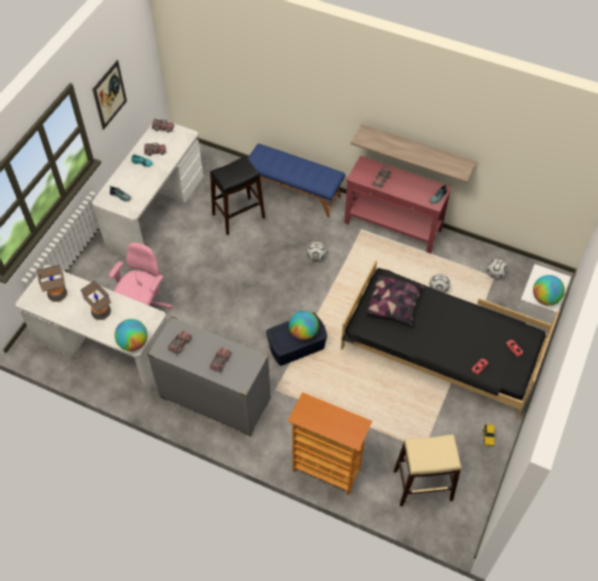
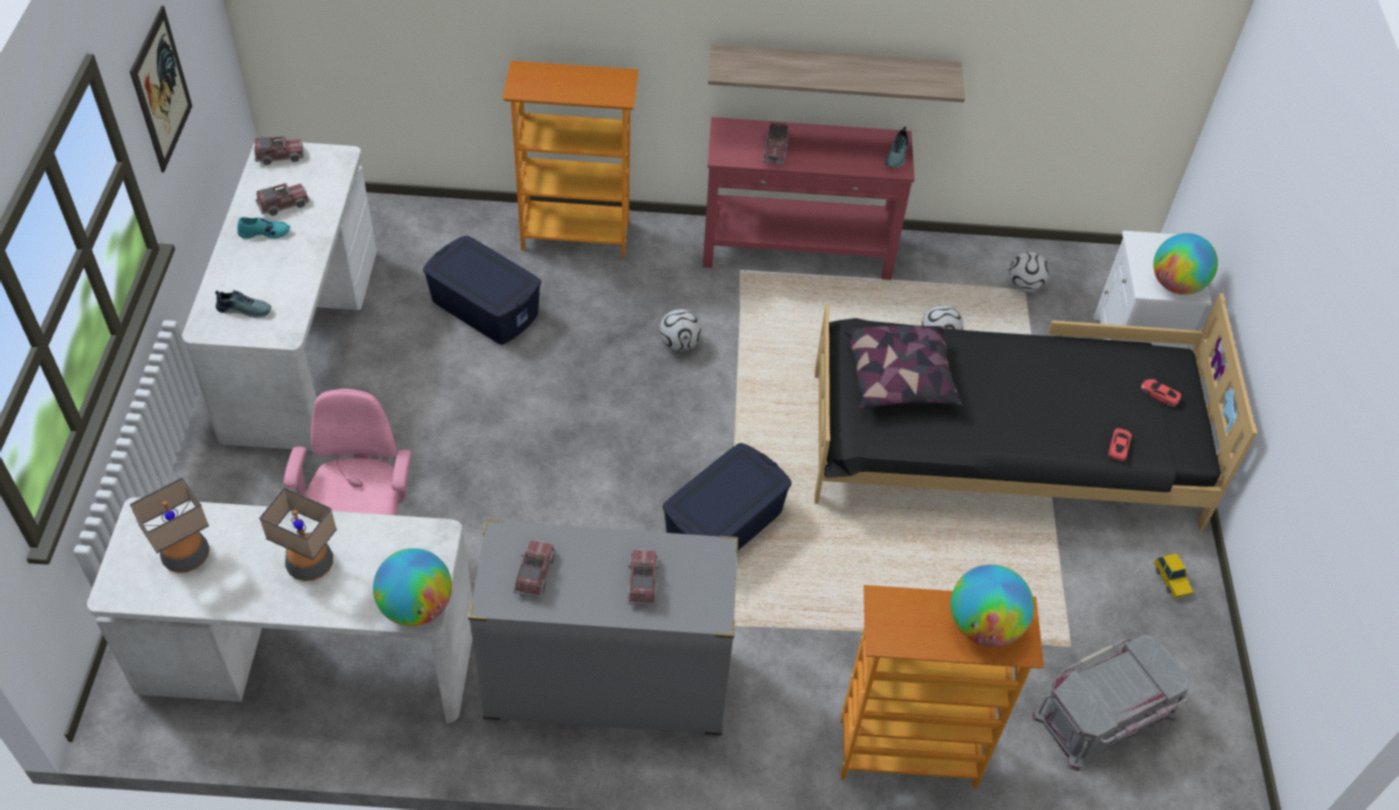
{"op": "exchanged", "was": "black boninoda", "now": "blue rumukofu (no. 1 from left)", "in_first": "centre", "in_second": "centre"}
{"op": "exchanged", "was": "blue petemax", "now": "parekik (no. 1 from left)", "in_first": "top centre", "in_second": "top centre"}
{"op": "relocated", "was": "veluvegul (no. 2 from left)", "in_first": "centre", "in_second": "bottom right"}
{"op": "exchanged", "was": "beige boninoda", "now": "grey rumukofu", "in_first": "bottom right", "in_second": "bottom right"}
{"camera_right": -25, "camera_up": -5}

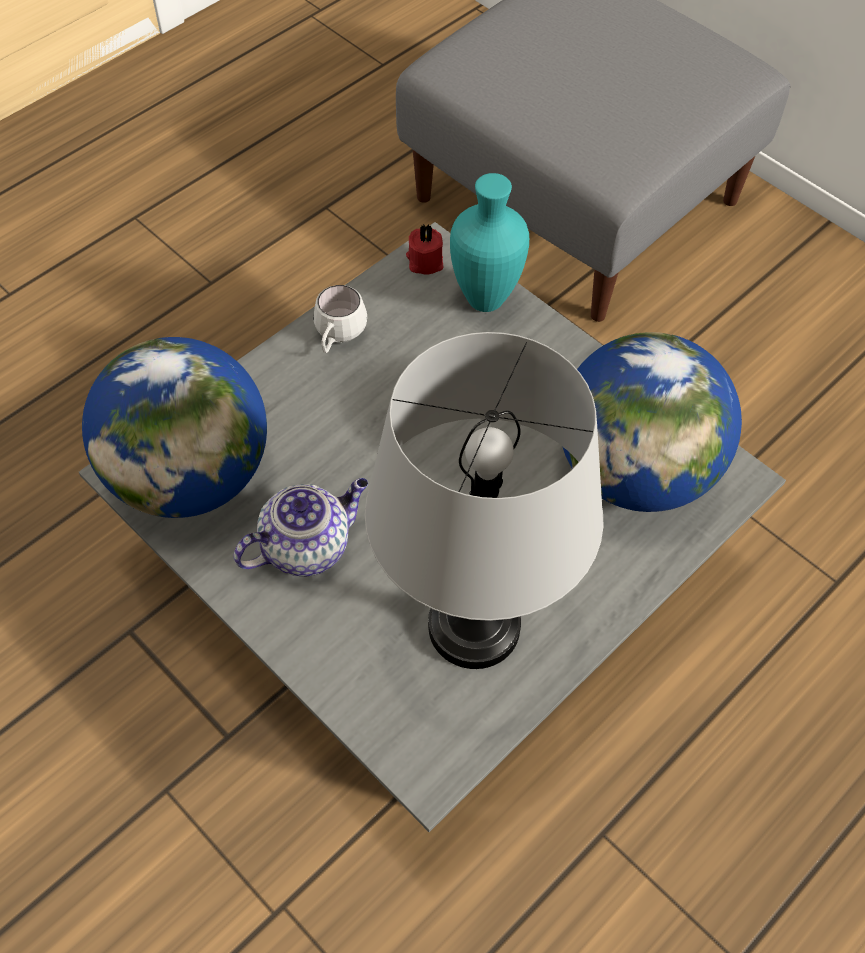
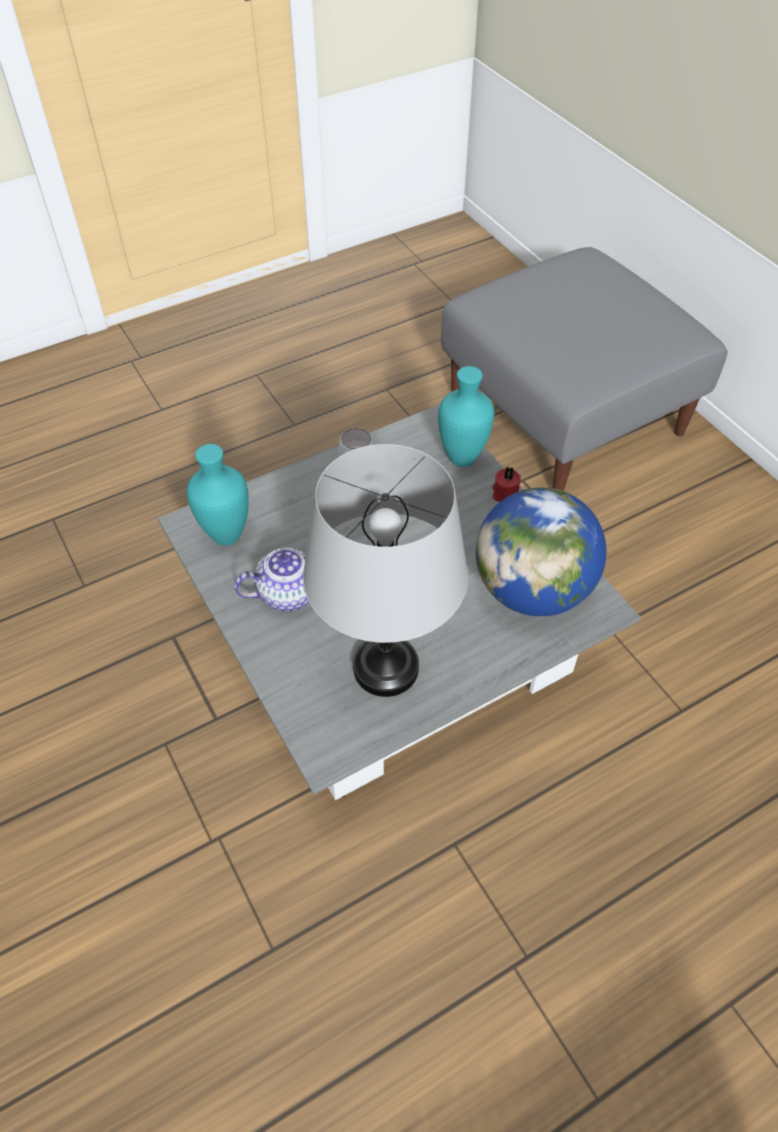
{"op": "exchanged", "was": "veluvegul (no. 1 from left)", "now": "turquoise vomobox (no. 1 from left)", "in_first": "middle left", "in_second": "middle left"}
{"op": "relocated", "was": "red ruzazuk", "in_first": "top centre", "in_second": "centre"}
{"camera_right": 15, "camera_up": -5}

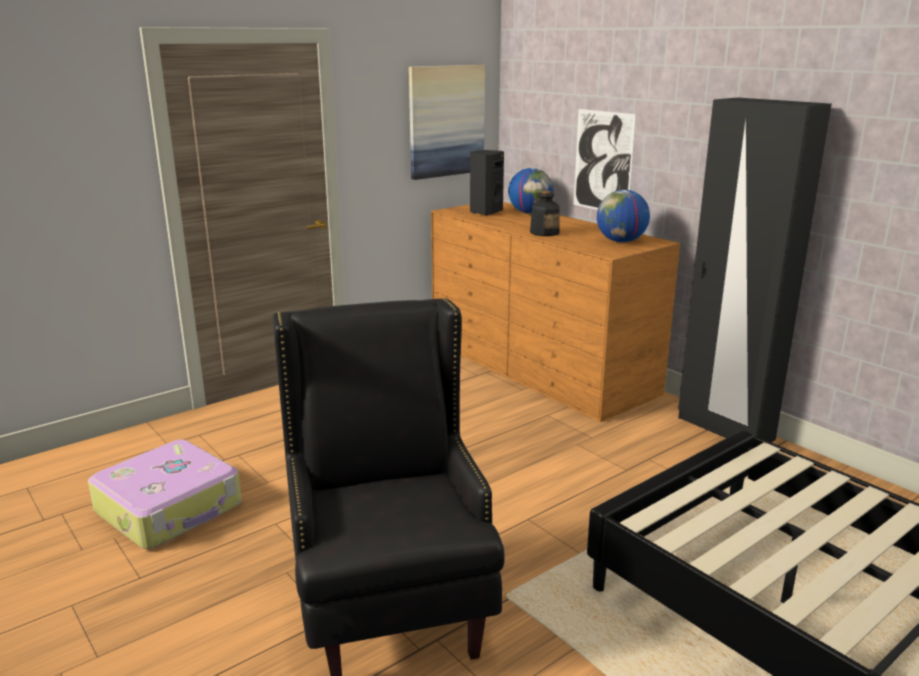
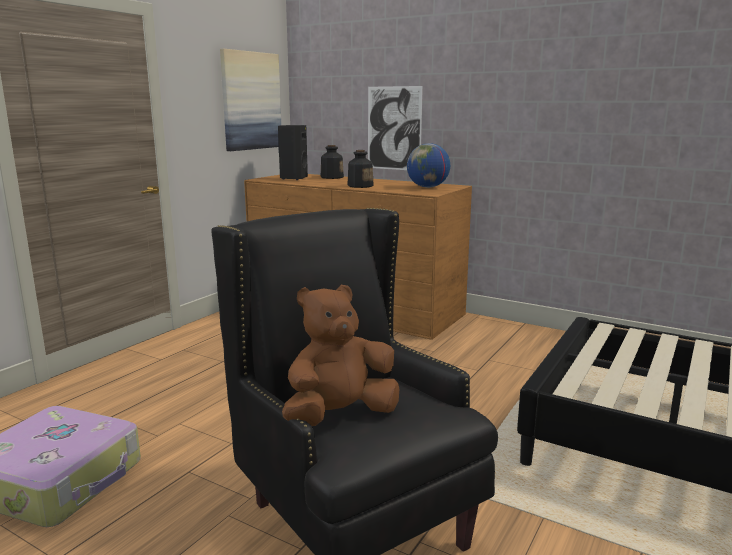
{"op": "appeared", "now": "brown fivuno", "in_second": "centre"}
{"op": "exchanged", "was": "veluvegul (no. 1 from left)", "now": "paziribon (no. 1 from left)", "in_first": "top centre", "in_second": "top centre"}
{"op": "missing", "was": "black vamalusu", "in_first": "middle right"}
{"camera_right": -20, "camera_up": -5}

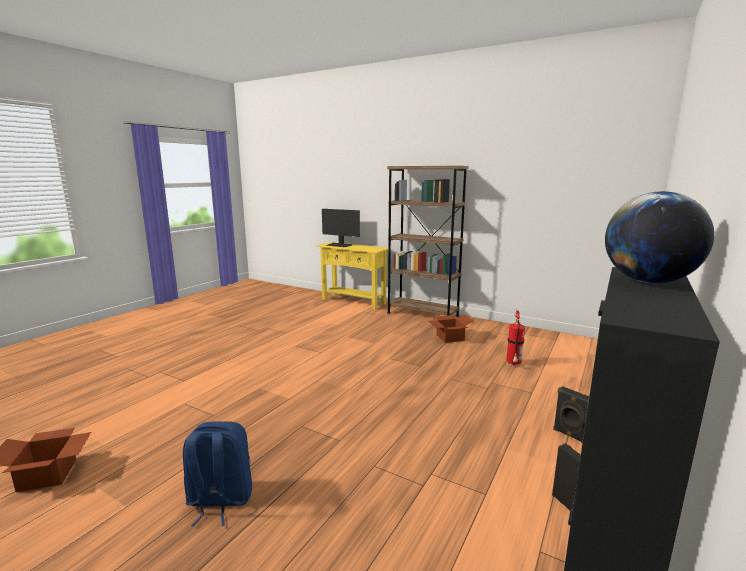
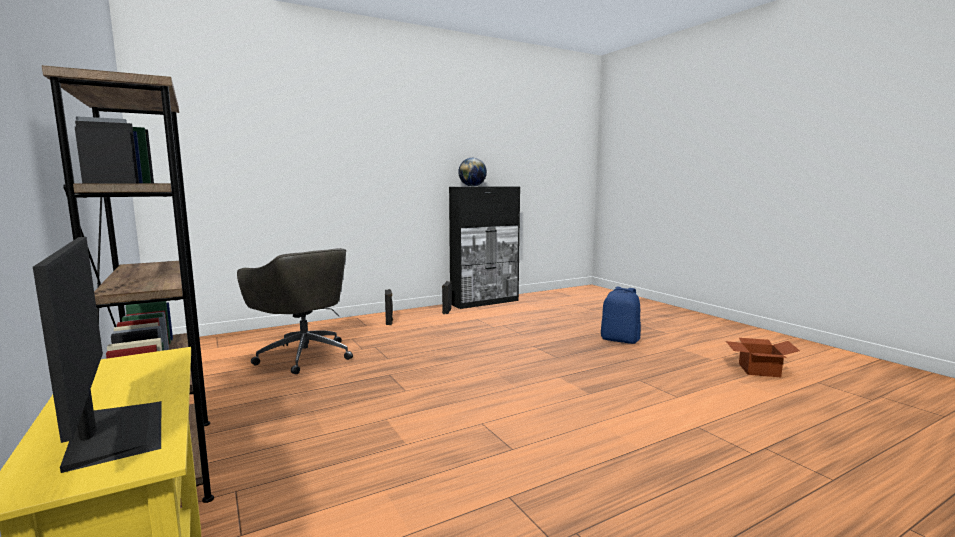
{"op": "exchanged", "was": "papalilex", "now": "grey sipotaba", "in_first": "middle right", "in_second": "middle left"}
{"op": "missing", "was": "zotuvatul (no. 2 from left)", "in_first": "centre"}
{"camera_right": -150, "camera_up": -5}

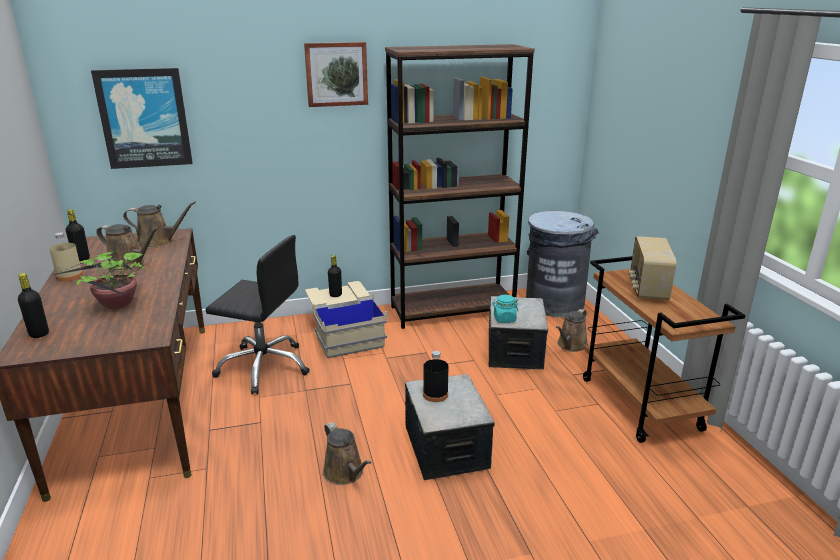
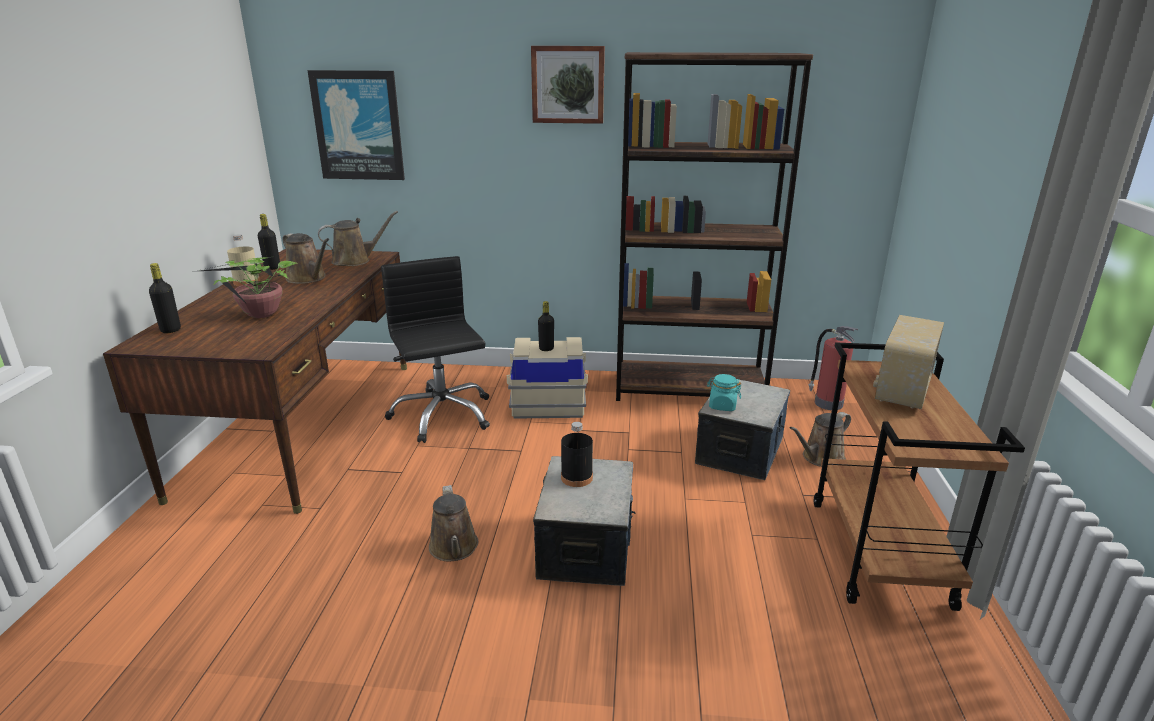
{"op": "spun", "was": "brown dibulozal (no. 2 from left)", "in_first": "middle left", "in_second": "top left", "clockwise": -45}
{"op": "spun", "was": "black sipotaba", "in_first": "middle left", "in_second": "centre", "clockwise": -150}
{"op": "exchanged", "was": "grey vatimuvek", "now": "papalilex", "in_first": "middle right", "in_second": "middle right"}
{"camera_right": 20, "camera_up": 0}

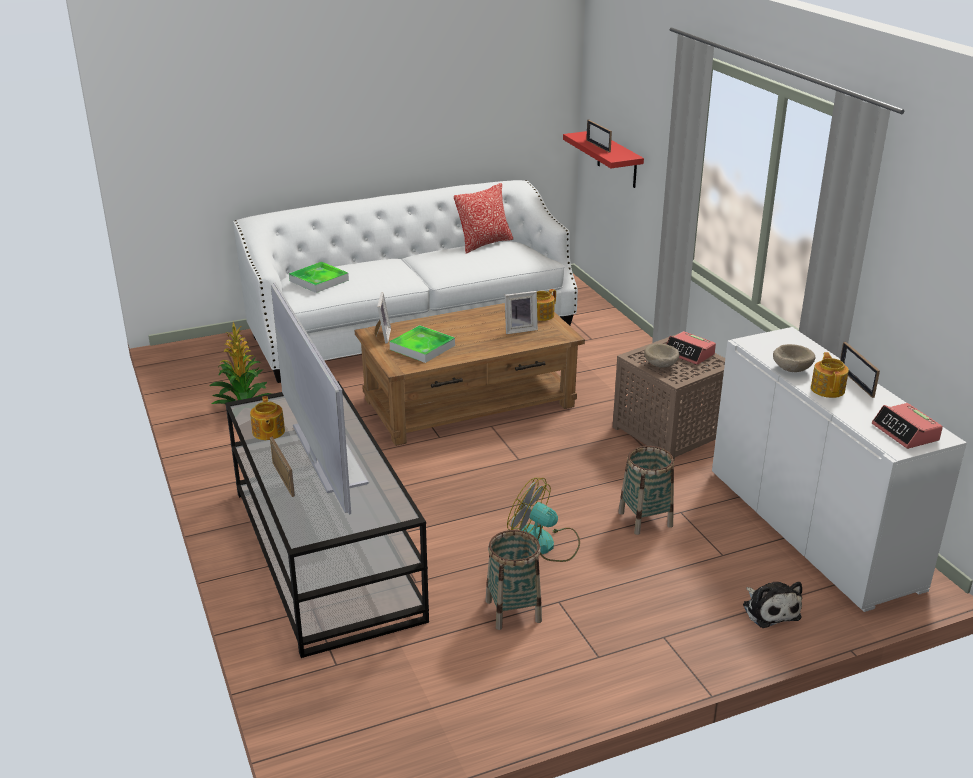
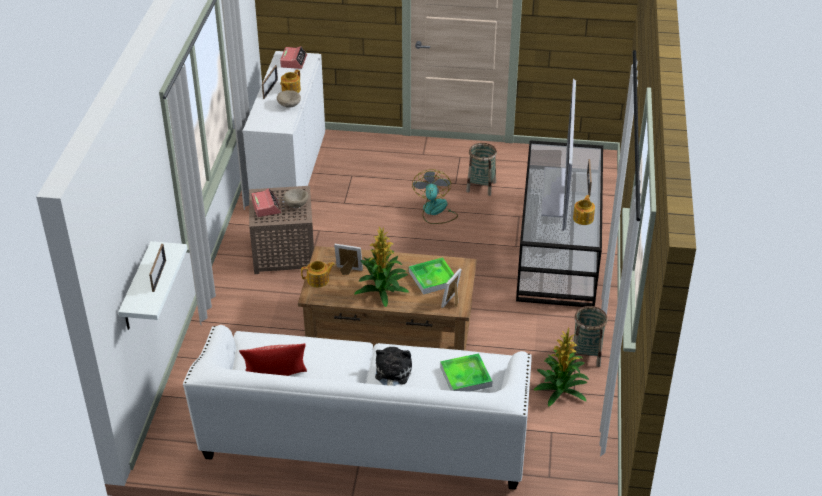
{"op": "colour", "was": "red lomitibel", "now": "white lomitibel", "in_first": "top centre", "in_second": "middle left"}
{"op": "appeared", "now": "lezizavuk (no. 1 from left)", "in_second": "centre"}
{"op": "relocated", "was": "fivuno", "in_first": "bottom right", "in_second": "bottom centre"}
{"op": "spun", "was": "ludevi", "in_first": "bottom centre", "in_second": "centre", "clockwise": -150}
{"op": "relocated", "was": "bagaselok (no. 2 from left)", "in_first": "centre", "in_second": "bottom right"}
{"camera_right": -150, "camera_up": 10}

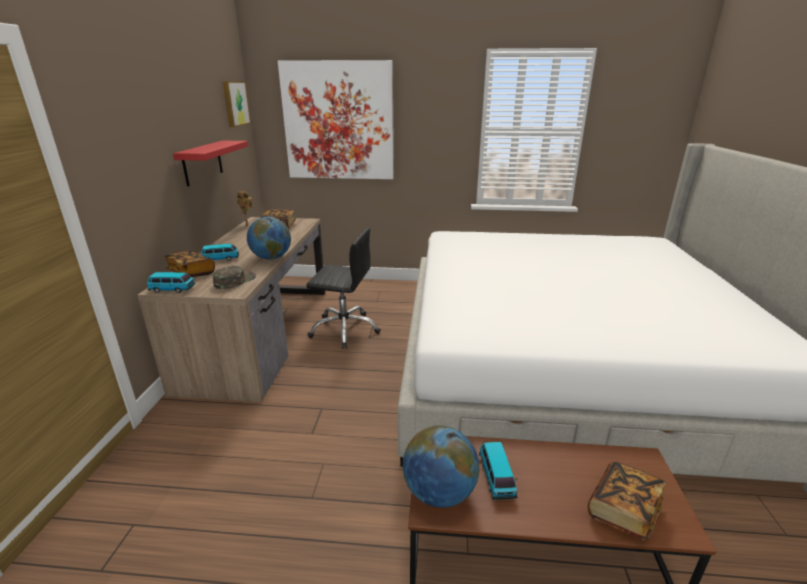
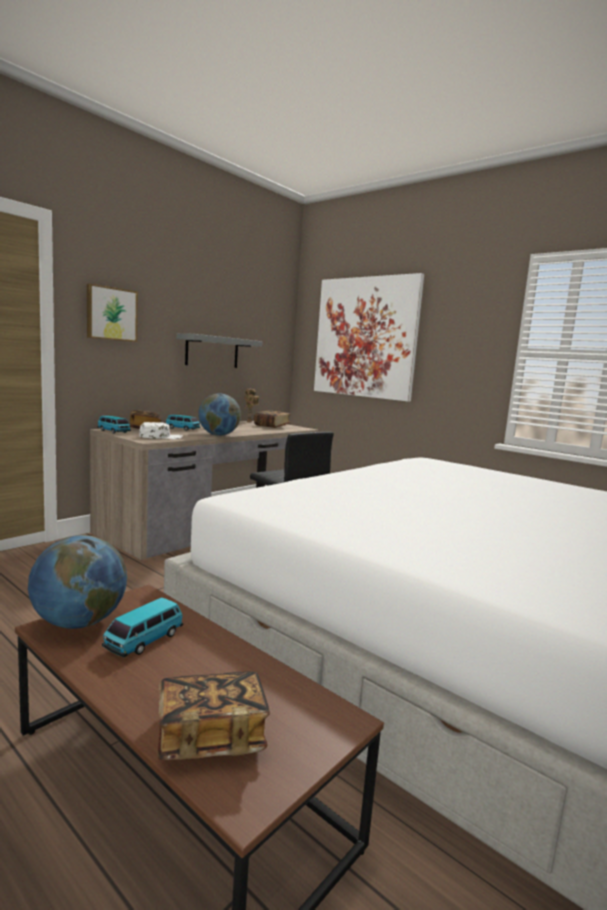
{"op": "relocated", "was": "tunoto (no. 1 from left)", "in_first": "top left", "in_second": "middle left"}
{"op": "colour", "was": "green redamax", "now": "white redamax", "in_first": "middle left", "in_second": "middle left"}
{"op": "colour", "was": "red lomitibel", "now": "grey lomitibel", "in_first": "top left", "in_second": "centre"}
{"camera_right": 35, "camera_up": -15}

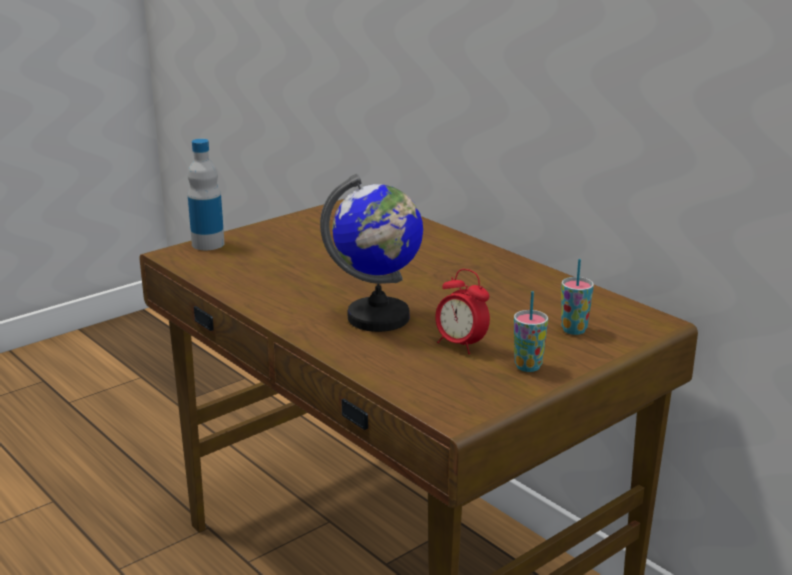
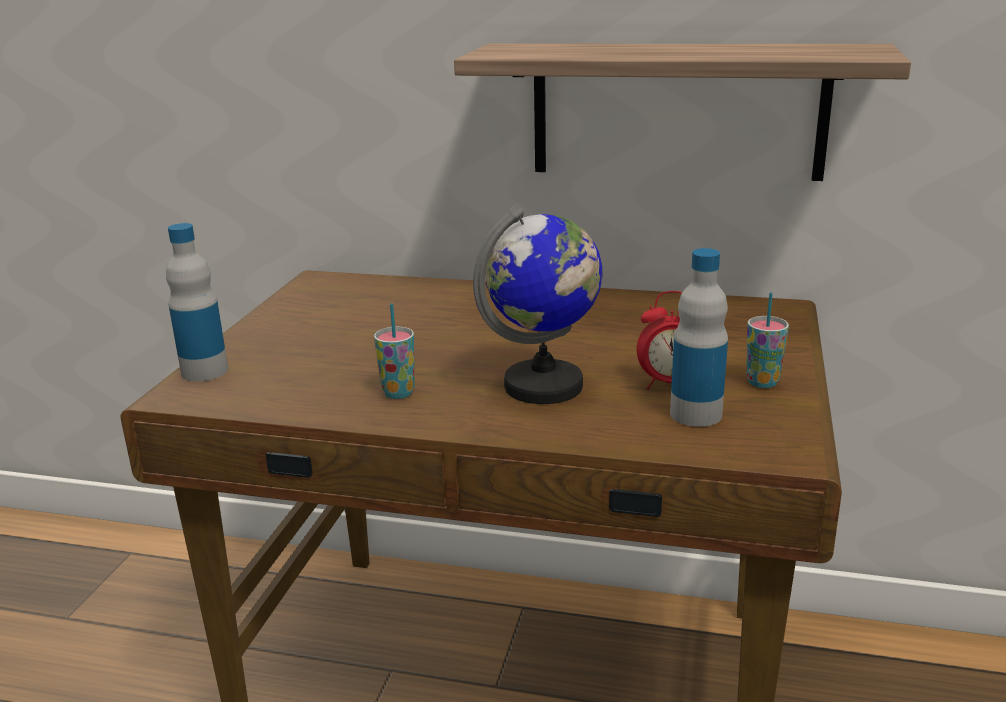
{"op": "relocated", "was": "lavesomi (no. 2 from left in the first image)", "now": "lavesomi (no. 1 from left)", "in_first": "middle right", "in_second": "centre"}
{"op": "appeared", "now": "lomitibel", "in_second": "top right"}
{"op": "appeared", "now": "paziribon (no. 2 from left)", "in_second": "middle right"}
{"camera_right": -35, "camera_up": 0}

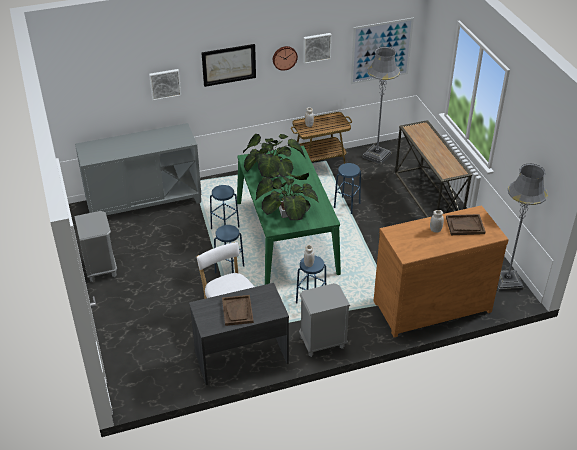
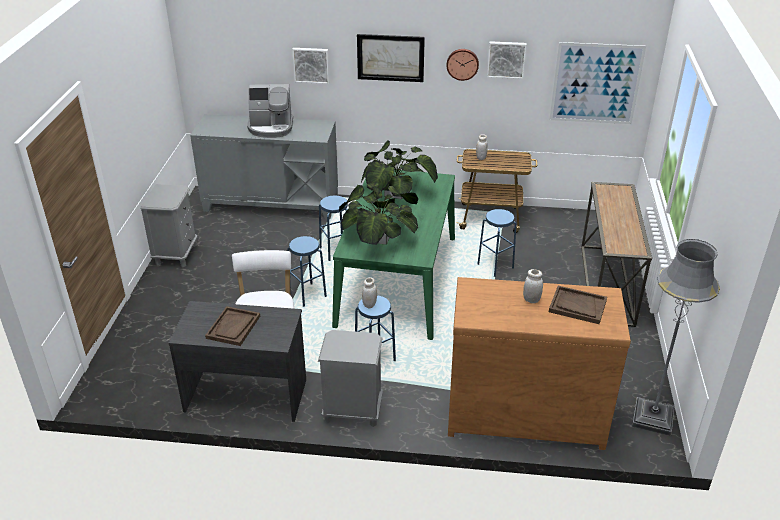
{"op": "appeared", "now": "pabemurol", "in_second": "top centre"}
{"op": "missing", "was": "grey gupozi (no. 1 from left)", "in_first": "top centre"}
{"camera_right": 25, "camera_up": -5}

